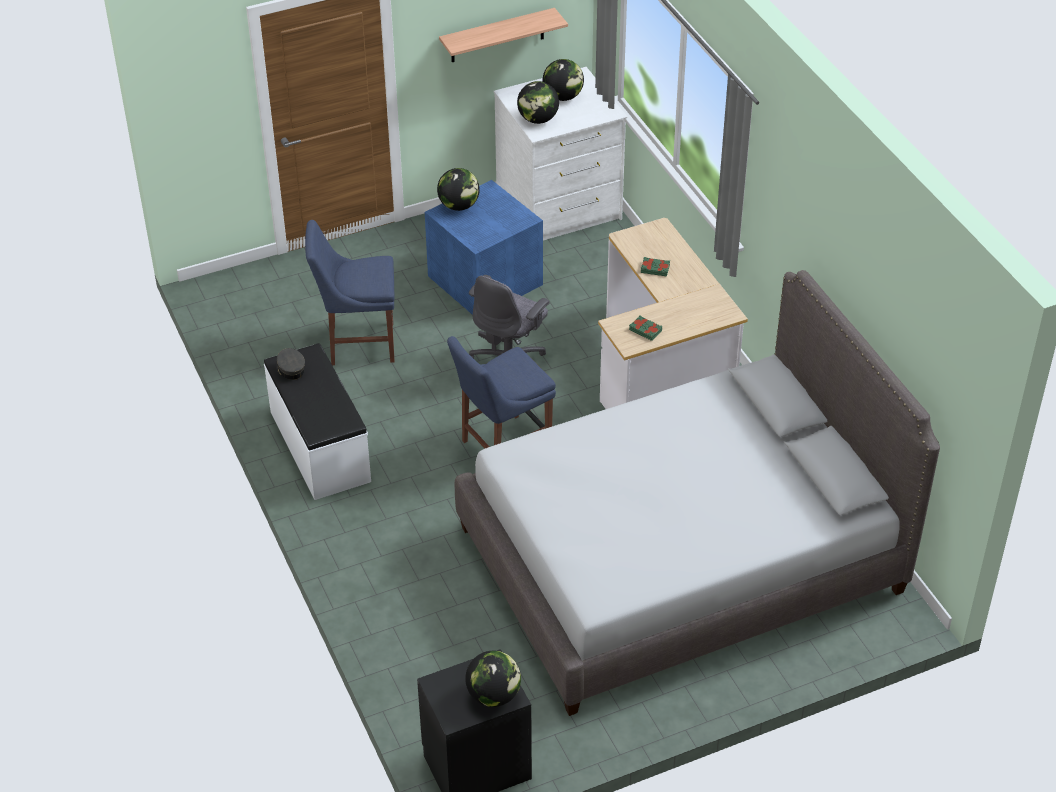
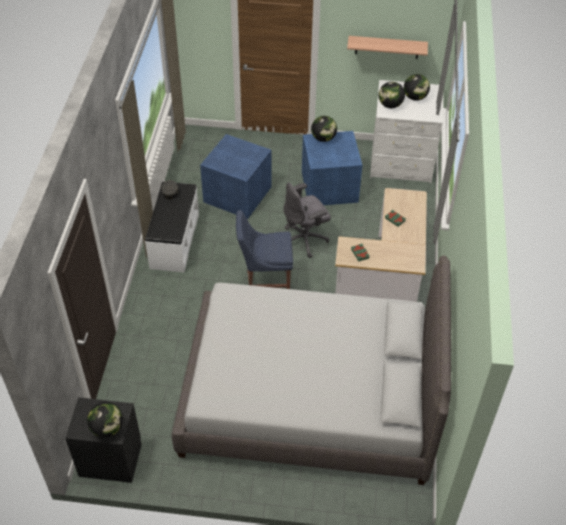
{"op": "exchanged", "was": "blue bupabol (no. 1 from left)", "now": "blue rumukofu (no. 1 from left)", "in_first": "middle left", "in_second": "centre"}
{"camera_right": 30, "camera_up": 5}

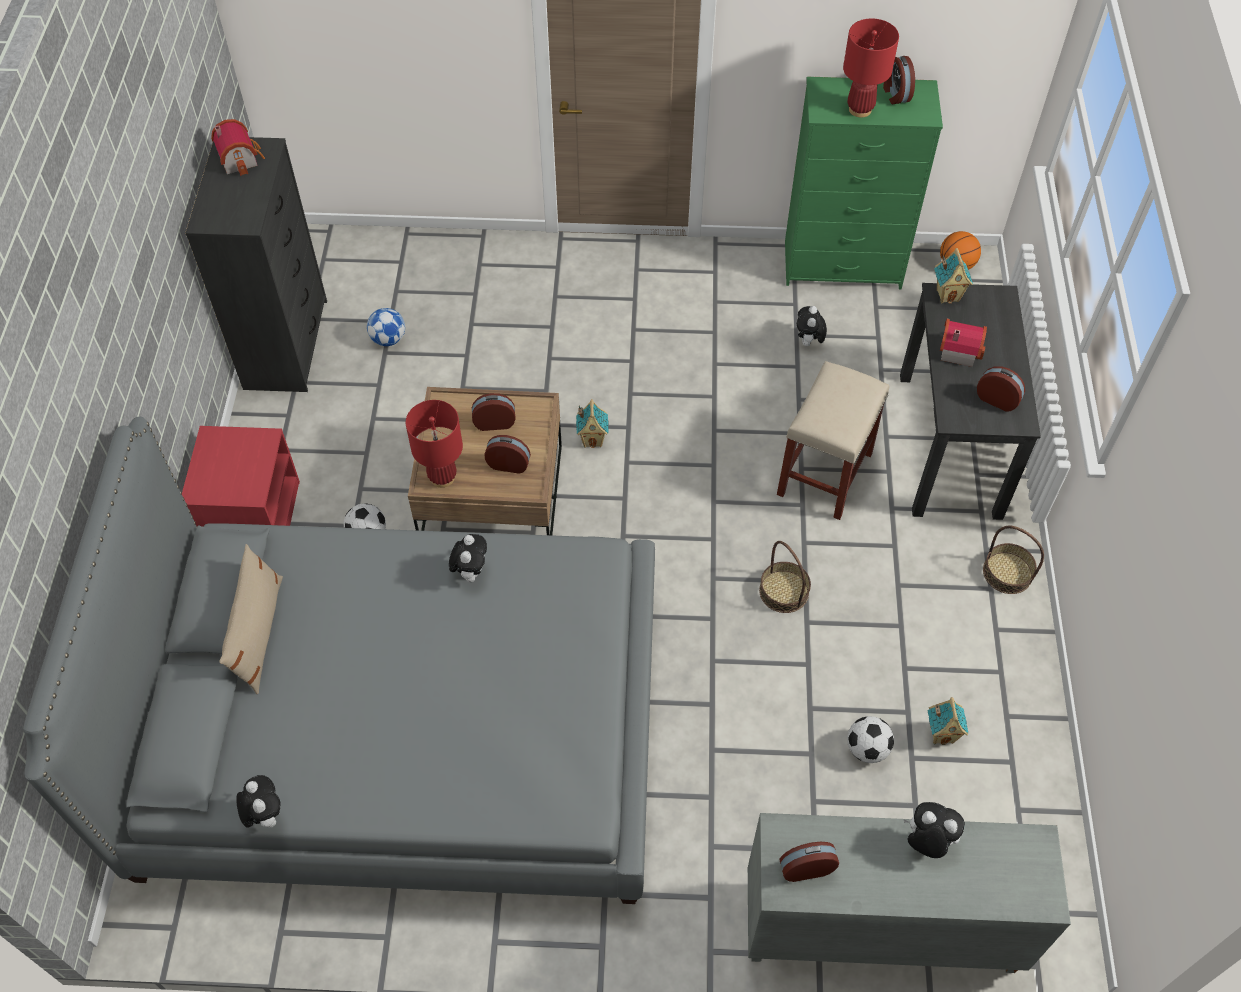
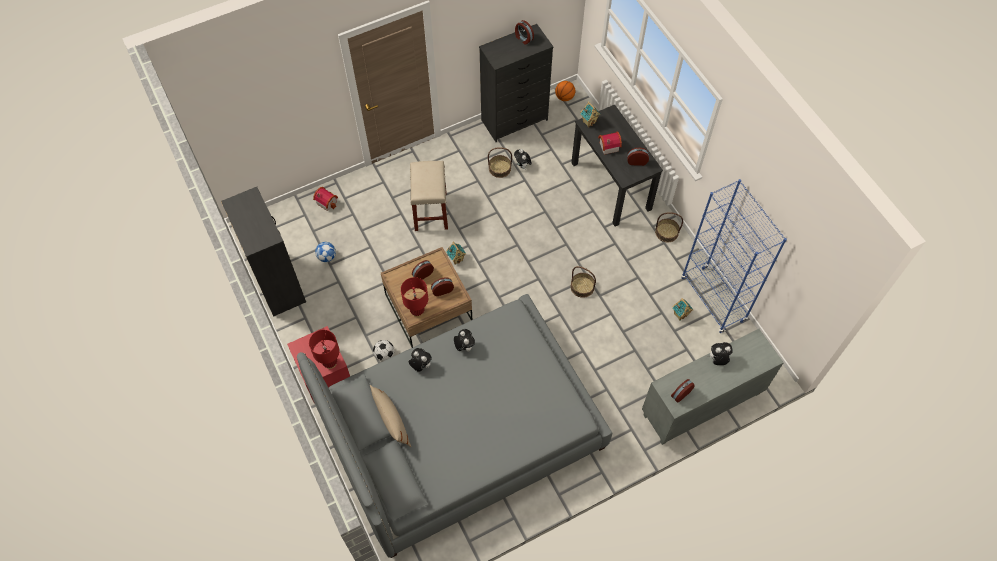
{"op": "relocated", "was": "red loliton (no. 2 from left in the first image)", "now": "red loliton (no. 1 from left)", "in_first": "top right", "in_second": "middle left"}
{"op": "relocated", "was": "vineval (no. 1 from left)", "in_first": "top left", "in_second": "middle left"}
{"op": "relocated", "was": "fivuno (no. 1 from left)", "in_first": "bottom left", "in_second": "centre"}
{"op": "relocated", "was": "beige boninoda", "in_first": "middle right", "in_second": "centre"}
{"op": "colour", "was": "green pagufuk", "now": "black pagufuk (no. 2 from left)", "in_first": "top right", "in_second": "top centre"}
{"op": "appeared", "now": "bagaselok (no. 1 from left)", "in_second": "top centre"}
{"op": "appeared", "now": "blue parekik", "in_second": "middle right"}
{"op": "missing", "was": "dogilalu (no. 3 from left)", "in_first": "bottom right"}
{"camera_right": -30, "camera_up": 5}

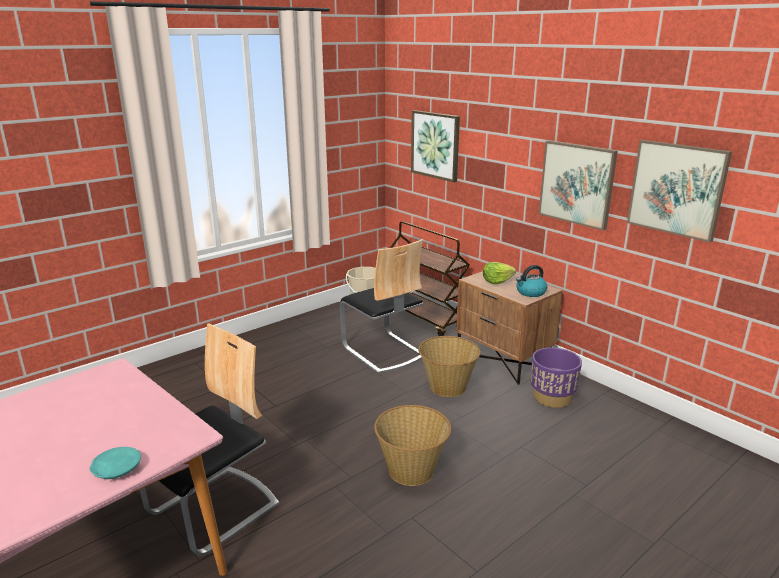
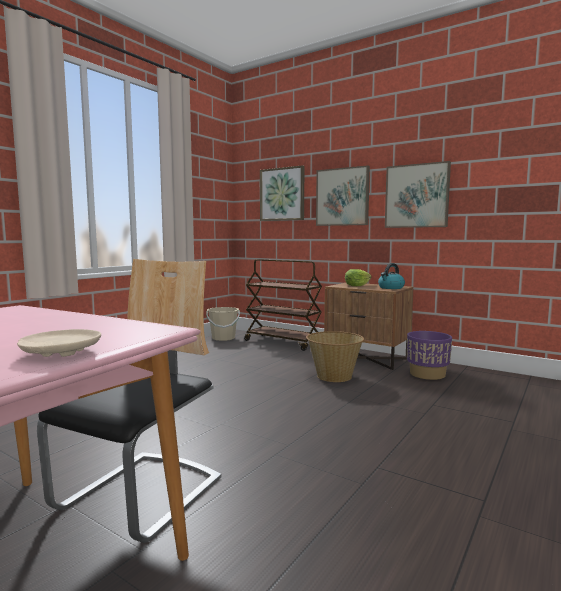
{"op": "colour", "was": "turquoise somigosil", "now": "beige somigosil", "in_first": "bottom left", "in_second": "middle left"}
{"op": "relocated", "was": "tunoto (no. 3 from left in the first image)", "now": "tunoto (no. 2 from left)", "in_first": "top right", "in_second": "top centre"}
{"op": "missing", "was": "bupabol (no. 2 from left)", "in_first": "centre"}
{"op": "missing", "was": "bagaselok (no. 1 from left)", "in_first": "bottom centre"}
{"camera_right": -15, "camera_up": -15}

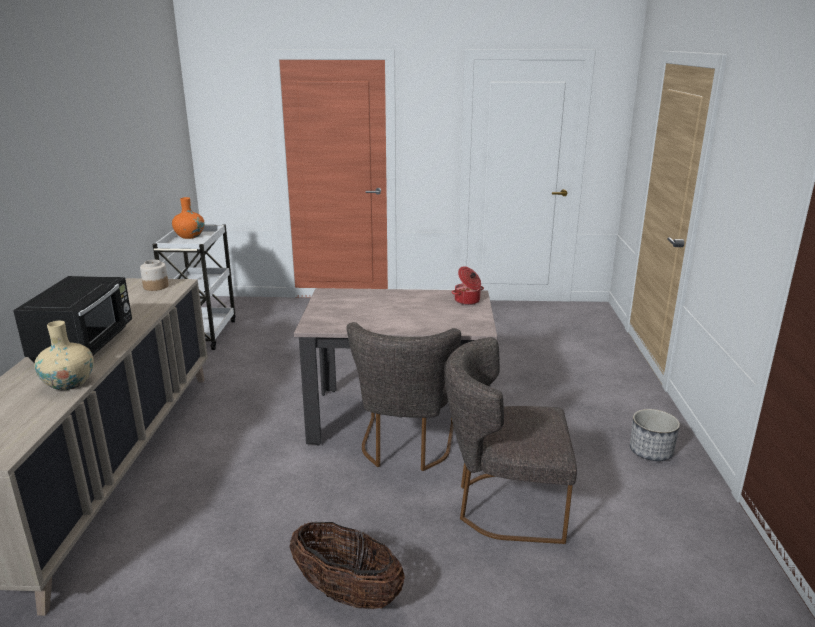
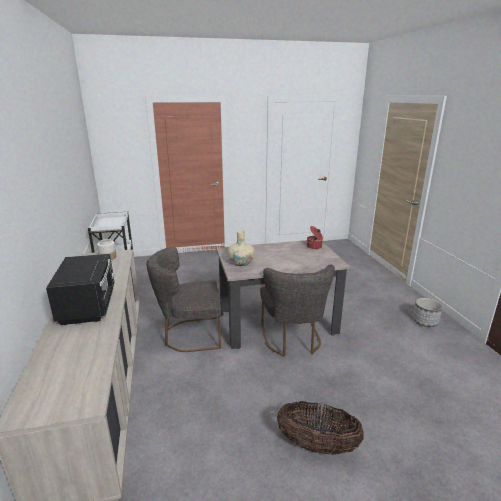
{"op": "relocated", "was": "grey bupabol (no. 2 from left in the first image)", "now": "grey bupabol (no. 1 from left)", "in_first": "bottom centre", "in_second": "centre"}
{"op": "relocated", "was": "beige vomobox", "in_first": "middle left", "in_second": "centre"}
{"op": "missing", "was": "orange vomobox", "in_first": "middle left"}
{"camera_right": -15, "camera_up": 0}

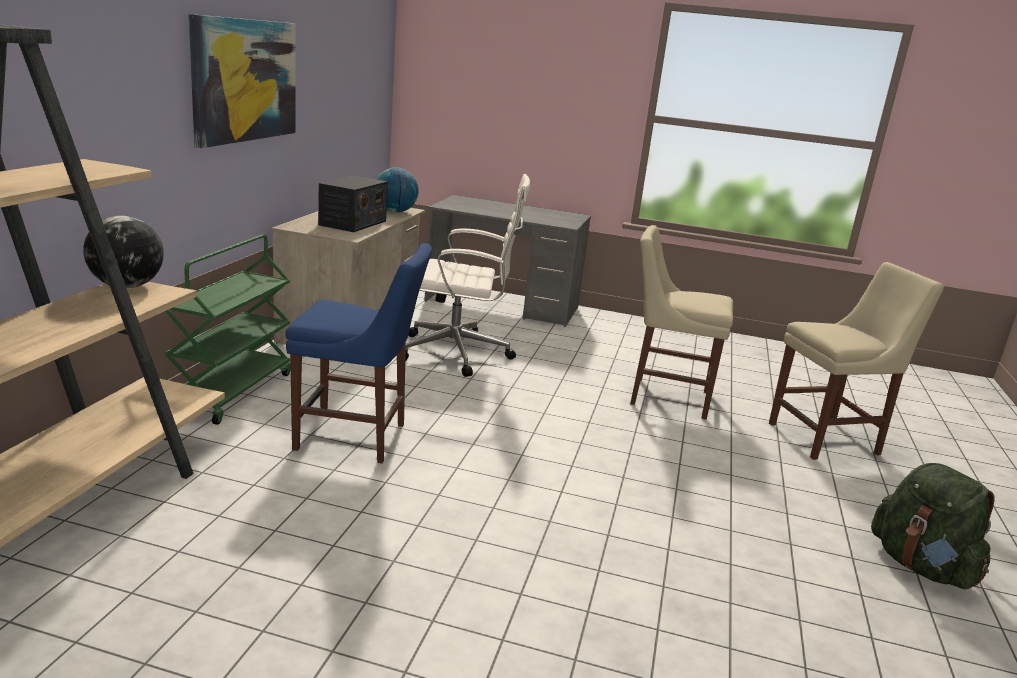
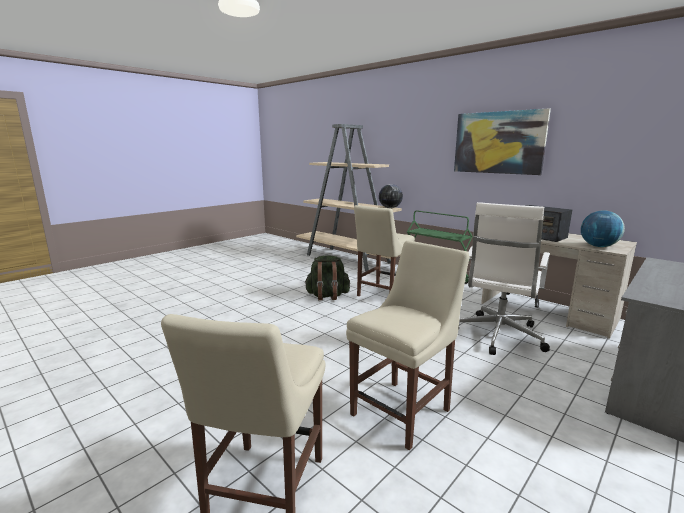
{"op": "relocated", "was": "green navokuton", "in_first": "bottom right", "in_second": "centre"}
{"op": "colour", "was": "blue bupabol", "now": "beige bupabol (no. 2 from left)", "in_first": "centre", "in_second": "centre"}
{"camera_right": 120, "camera_up": -5}

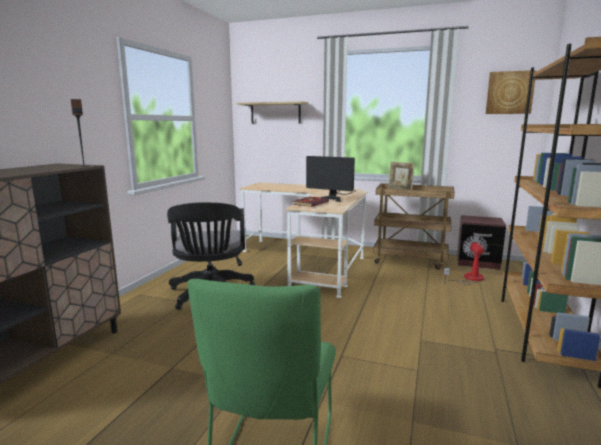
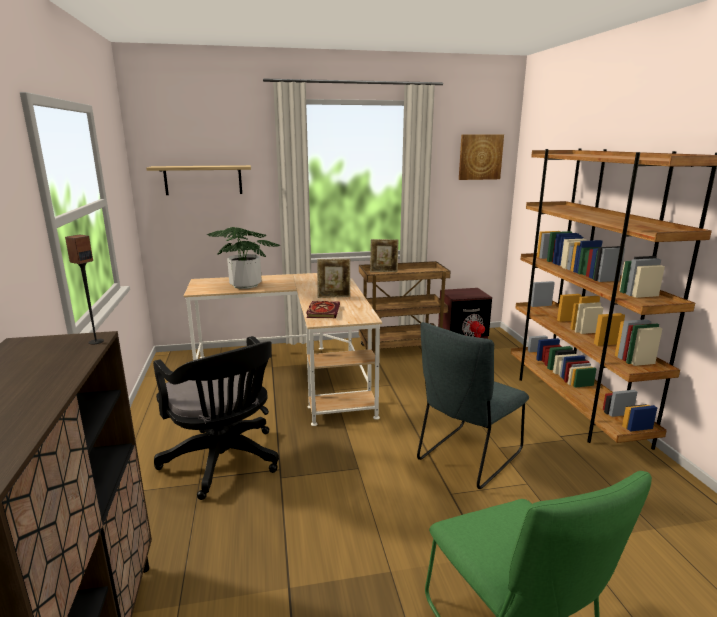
{"op": "appeared", "now": "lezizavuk", "in_second": "centre"}
{"op": "exchanged", "was": "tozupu", "now": "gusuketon (no. 1 from left)", "in_first": "centre", "in_second": "centre"}
{"op": "appeared", "now": "grey bupabol", "in_second": "centre"}
{"camera_right": -30, "camera_up": 5}

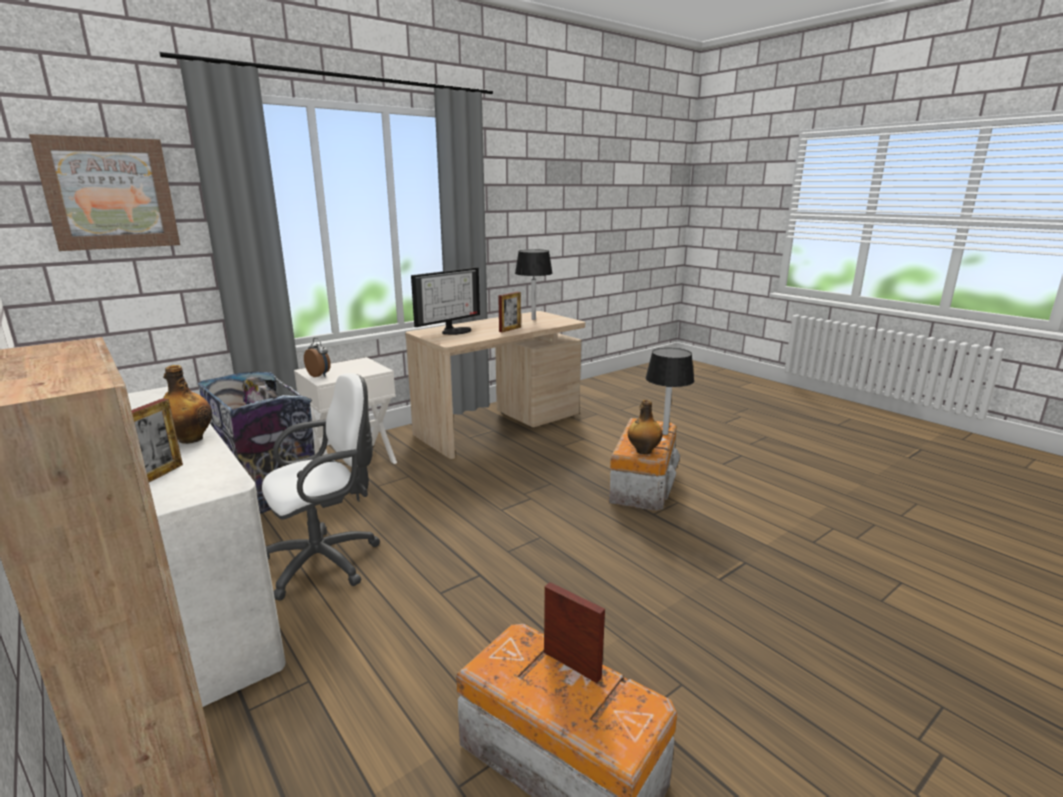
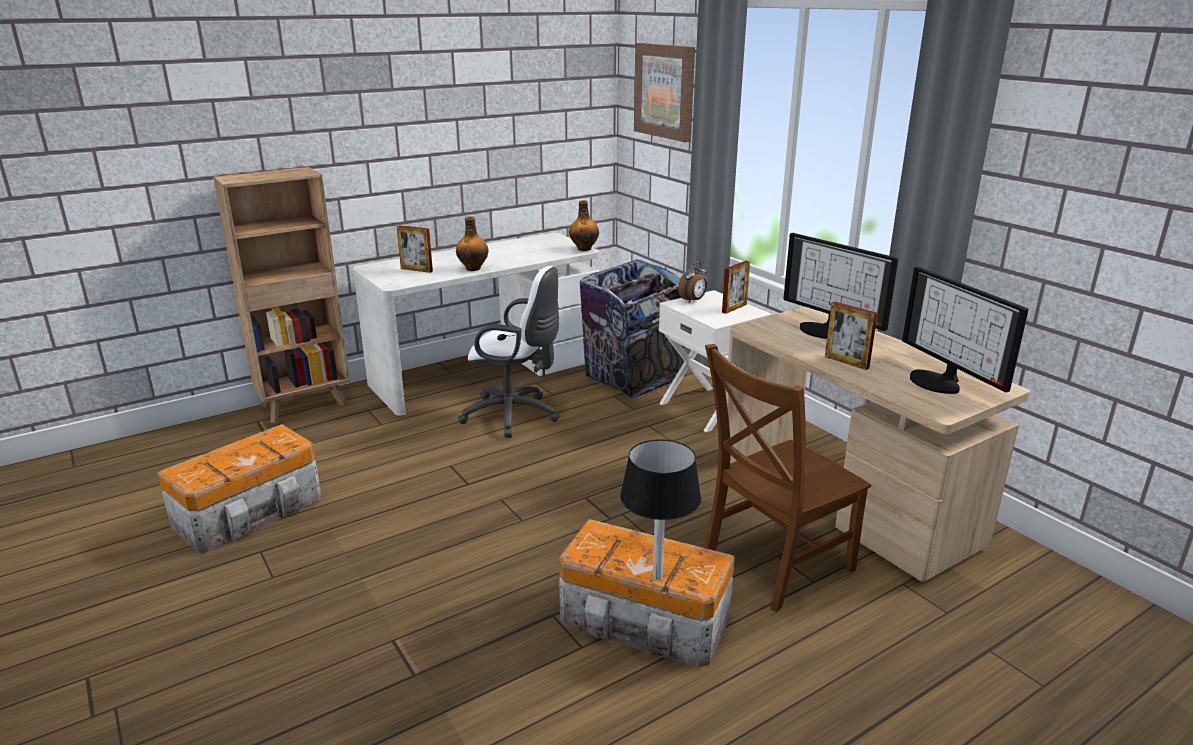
{"op": "spun", "was": "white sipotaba", "in_first": "middle left", "in_second": "centre", "clockwise": -45}
{"op": "relocated", "was": "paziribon (no. 2 from left)", "in_first": "centre", "in_second": "top centre"}
{"op": "appeared", "now": "brown bupabol", "in_second": "centre"}
{"op": "relocated", "was": "gusuketon (no. 3 from left in the first image)", "now": "gusuketon (no. 2 from left)", "in_first": "bottom centre", "in_second": "centre"}
{"op": "exchanged", "was": "black loliton (no. 1 from left)", "now": "tozupu (no. 2 from left)", "in_first": "centre", "in_second": "middle right"}
{"camera_right": 95, "camera_up": 5}

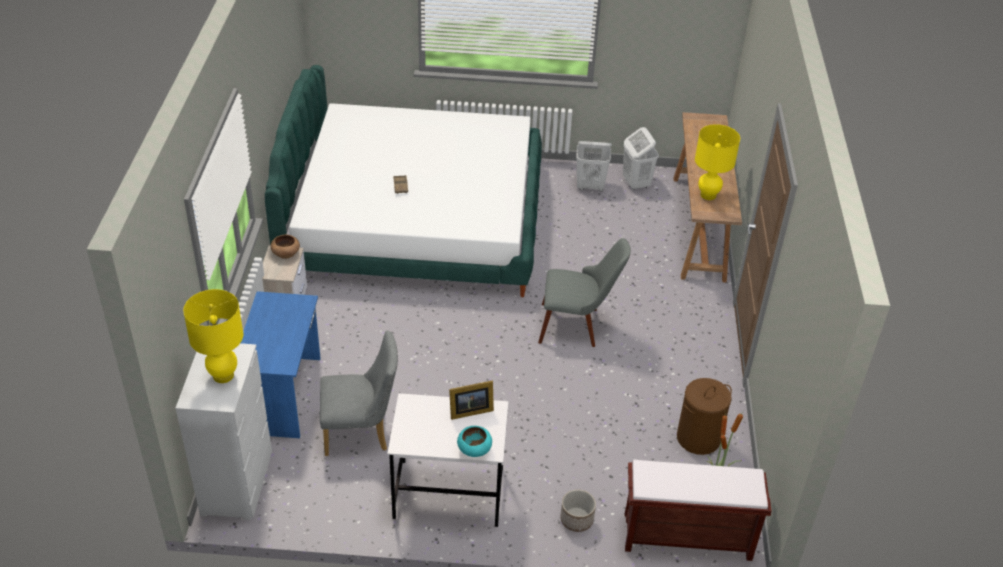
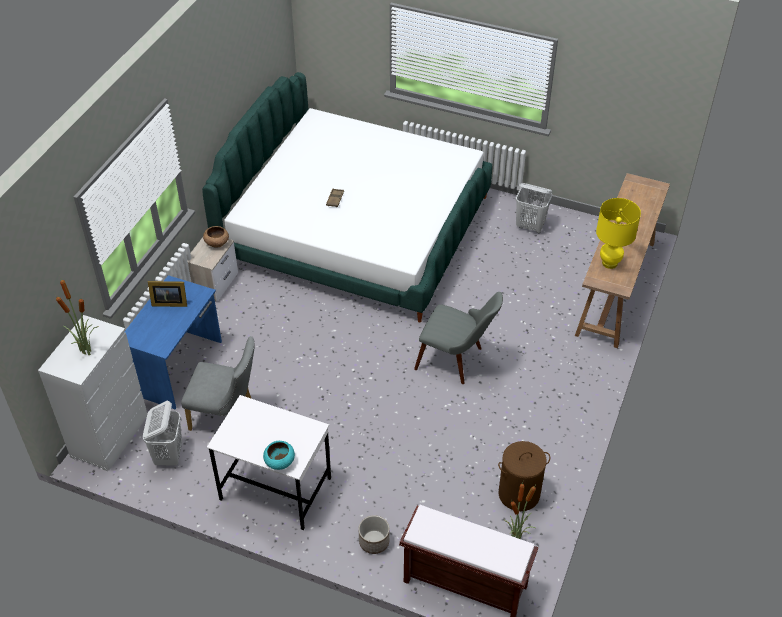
{"op": "exchanged", "was": "yellow loliton (no. 1 from left)", "now": "lezizavuk (no. 1 from left)", "in_first": "middle left", "in_second": "middle left"}
{"op": "relocated", "was": "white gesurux (no. 2 from left in the first image)", "now": "white gesurux (no. 1 from left)", "in_first": "top centre", "in_second": "bottom left"}
{"op": "relocated", "was": "gusuketon", "in_first": "bottom centre", "in_second": "middle left"}
{"camera_right": 20, "camera_up": 5}

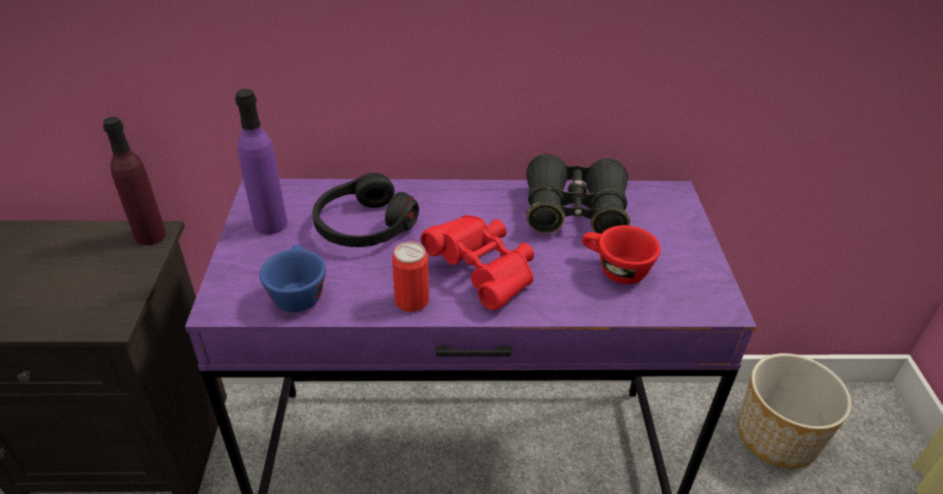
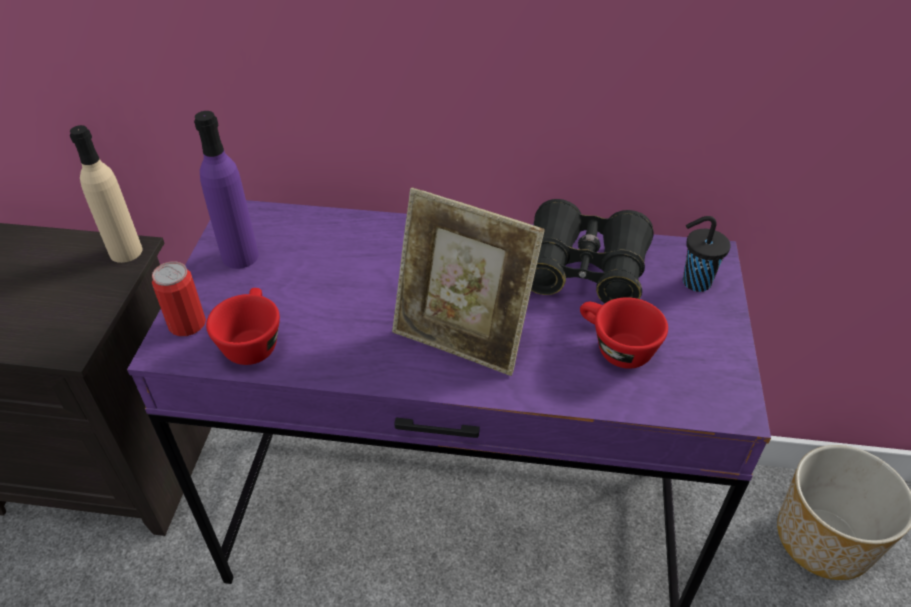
{"op": "colour", "was": "purple paziribon (no. 1 from left)", "now": "beige paziribon", "in_first": "middle left", "in_second": "top left"}
{"op": "relocated", "was": "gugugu", "in_first": "centre", "in_second": "middle left"}
{"op": "colour", "was": "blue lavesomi", "now": "red lavesomi (no. 1 from left)", "in_first": "middle left", "in_second": "middle left"}
{"op": "exchanged", "was": "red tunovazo", "now": "gusuketon", "in_first": "centre", "in_second": "centre"}
{"op": "appeared", "now": "black lavesomi", "in_second": "middle right"}
{"op": "missing", "was": "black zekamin", "in_first": "centre"}
{"camera_right": 10, "camera_up": 5}

